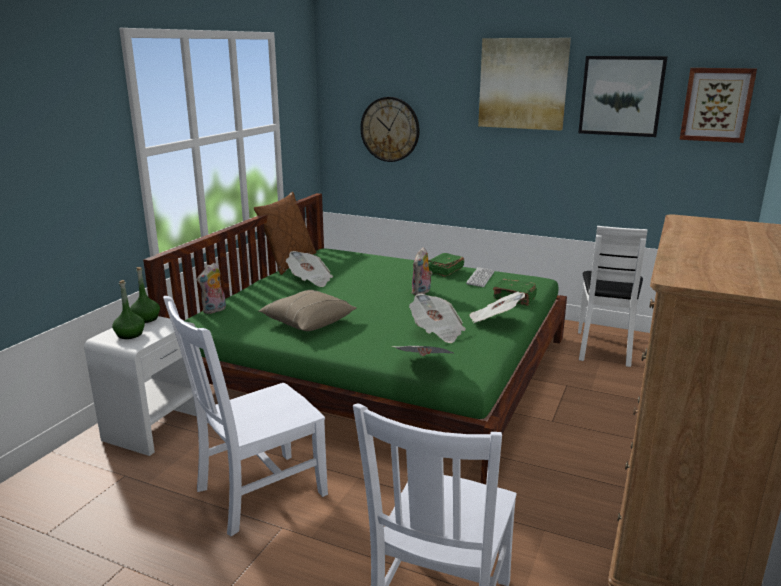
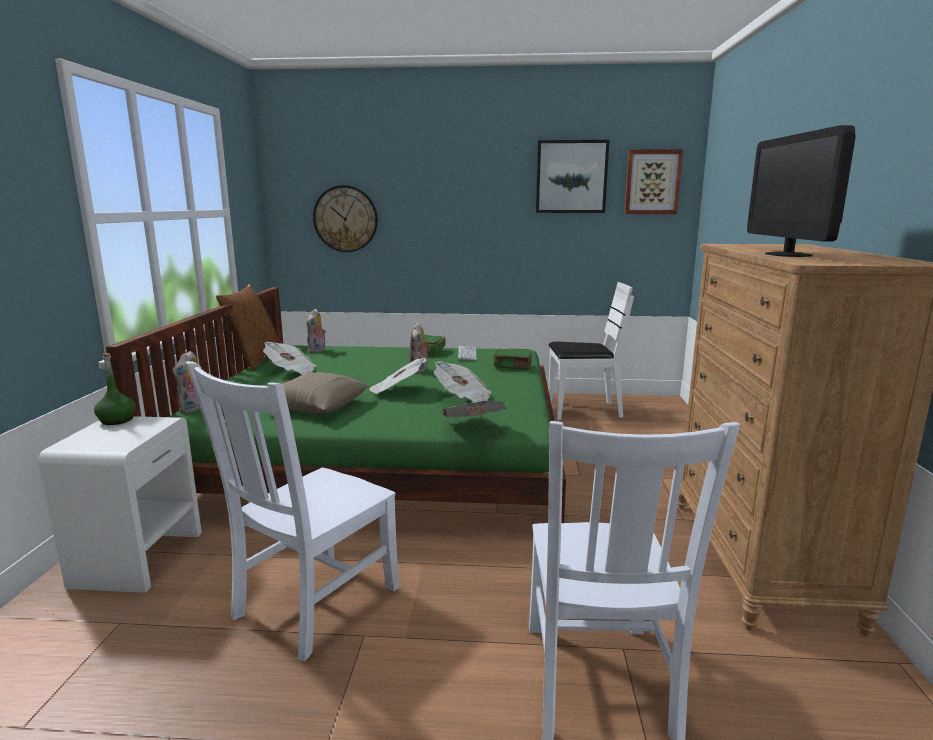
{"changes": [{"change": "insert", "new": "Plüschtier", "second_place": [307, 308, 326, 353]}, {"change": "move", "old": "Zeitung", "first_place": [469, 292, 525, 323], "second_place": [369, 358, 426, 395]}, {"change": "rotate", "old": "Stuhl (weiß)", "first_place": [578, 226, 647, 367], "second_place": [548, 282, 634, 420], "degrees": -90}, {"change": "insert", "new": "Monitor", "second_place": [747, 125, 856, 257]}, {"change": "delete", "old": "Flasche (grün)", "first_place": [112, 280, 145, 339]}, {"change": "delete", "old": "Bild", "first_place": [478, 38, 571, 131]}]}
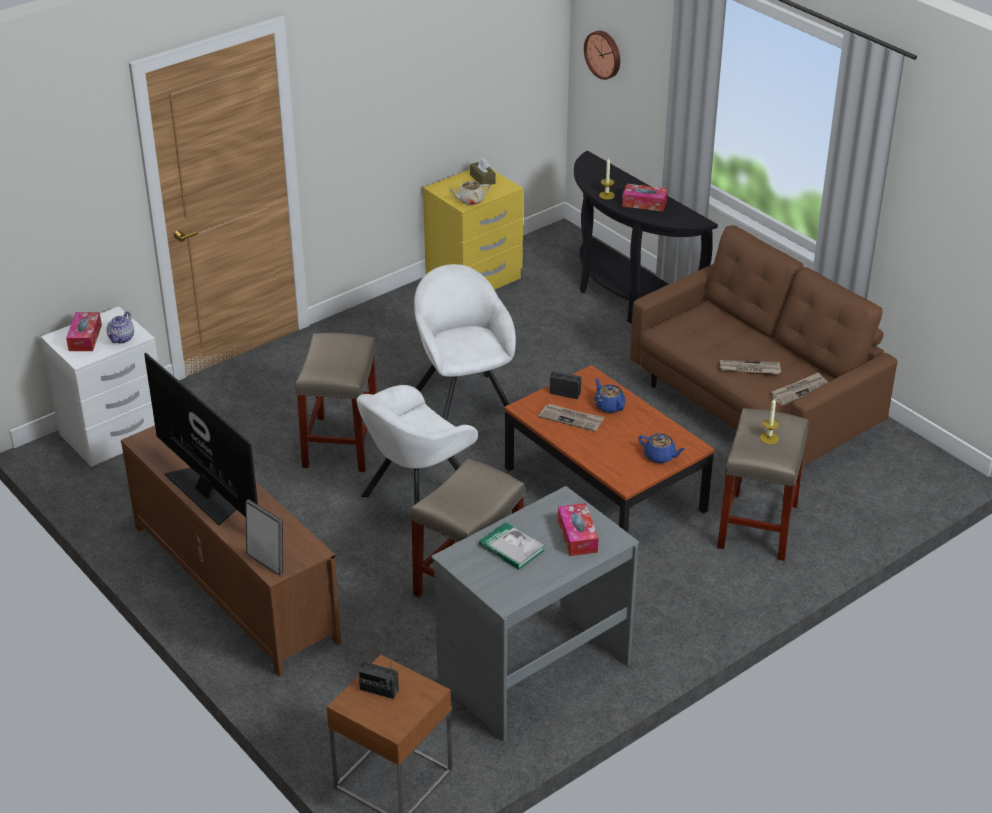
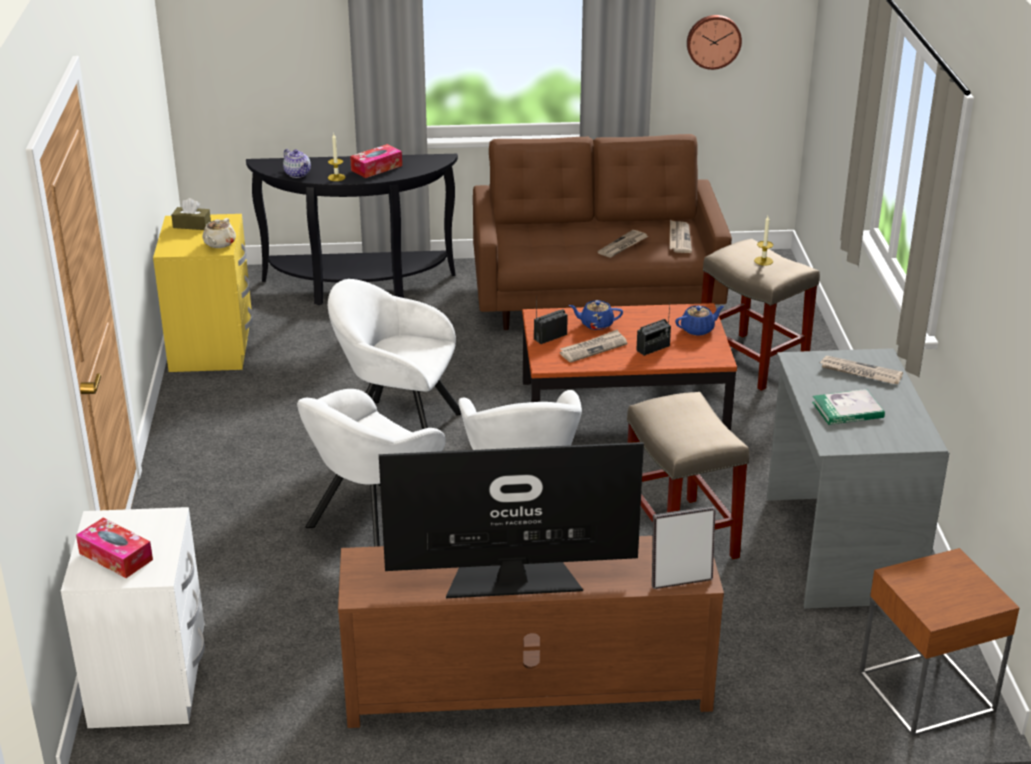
{"changes": [{"change": "move", "old": "Teekanne", "first_place": [107, 311, 134, 343], "second_place": [283, 149, 311, 178]}, {"change": "replace", "old": "Hocker (beige)", "new": "Sessel (weiß)", "first_place": [295, 333, 377, 472], "second_place": [297, 389, 446, 547]}, {"change": "move", "old": "Radio", "first_place": [358, 657, 399, 699], "second_place": [636, 302, 671, 356]}, {"change": "move", "old": "Wanduhr", "first_place": [584, 31, 620, 80], "second_place": [687, 15, 742, 70]}, {"change": "replace", "old": "Taschentuchbox", "new": "Zeitung", "first_place": [558, 503, 599, 556], "second_place": [820, 356, 903, 384]}]}
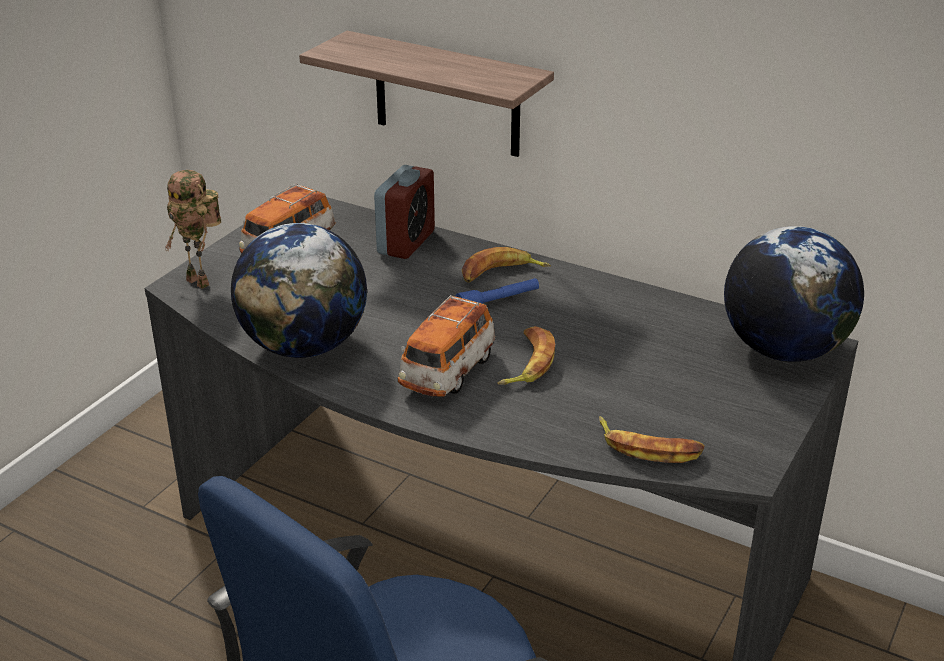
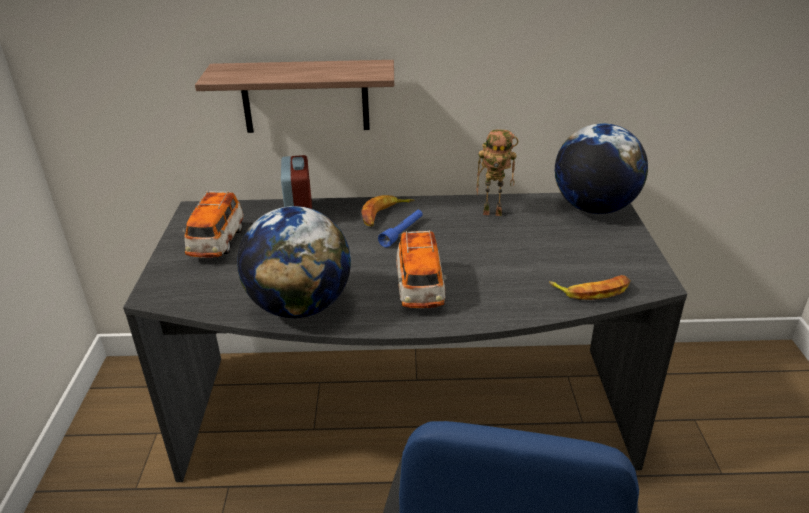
{"changes": [{"change": "move", "old": "Spielzeugroboter", "first_place": [165, 170, 221, 289], "second_place": [476, 129, 518, 216]}, {"change": "delete", "old": "Banane", "first_place": [497, 326, 555, 385]}]}
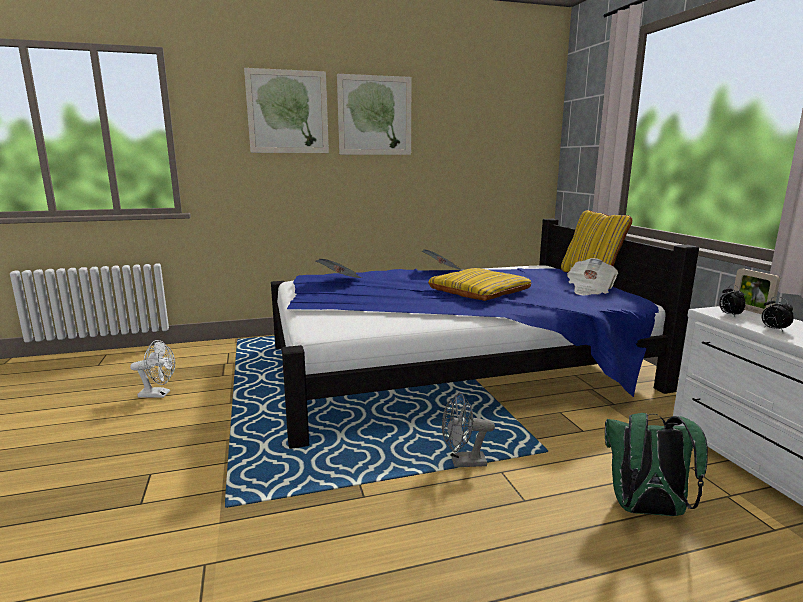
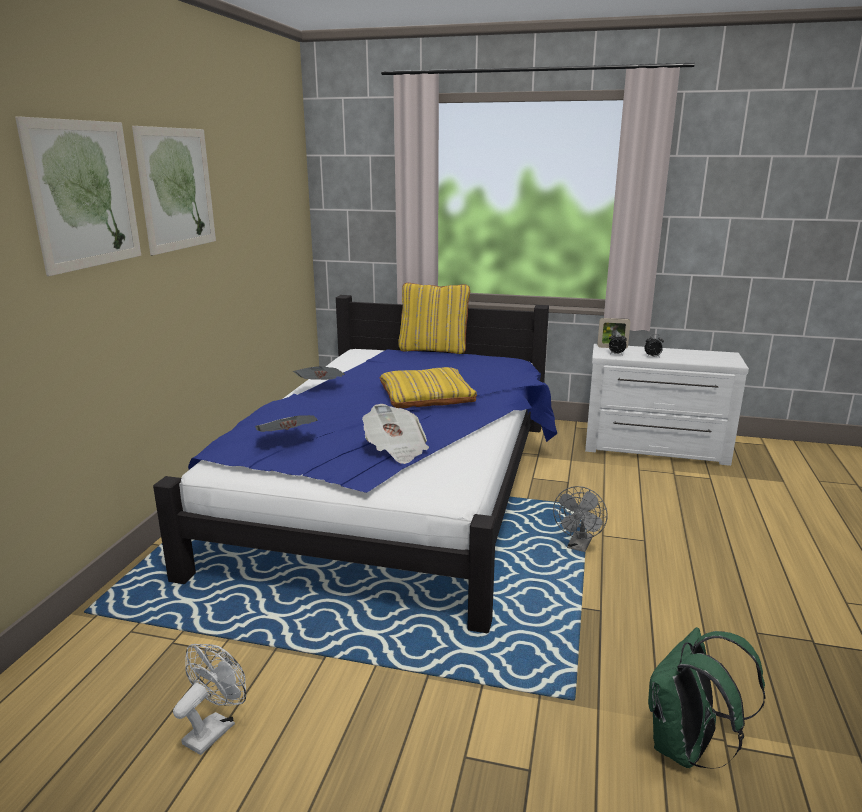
{"changes": [{"change": "move", "old": "Zeitung", "first_place": [567, 258, 618, 295], "second_place": [362, 404, 429, 464]}, {"change": "move", "old": "Rucksack (grün)", "first_place": [605, 413, 708, 516], "second_place": [648, 627, 766, 769]}]}
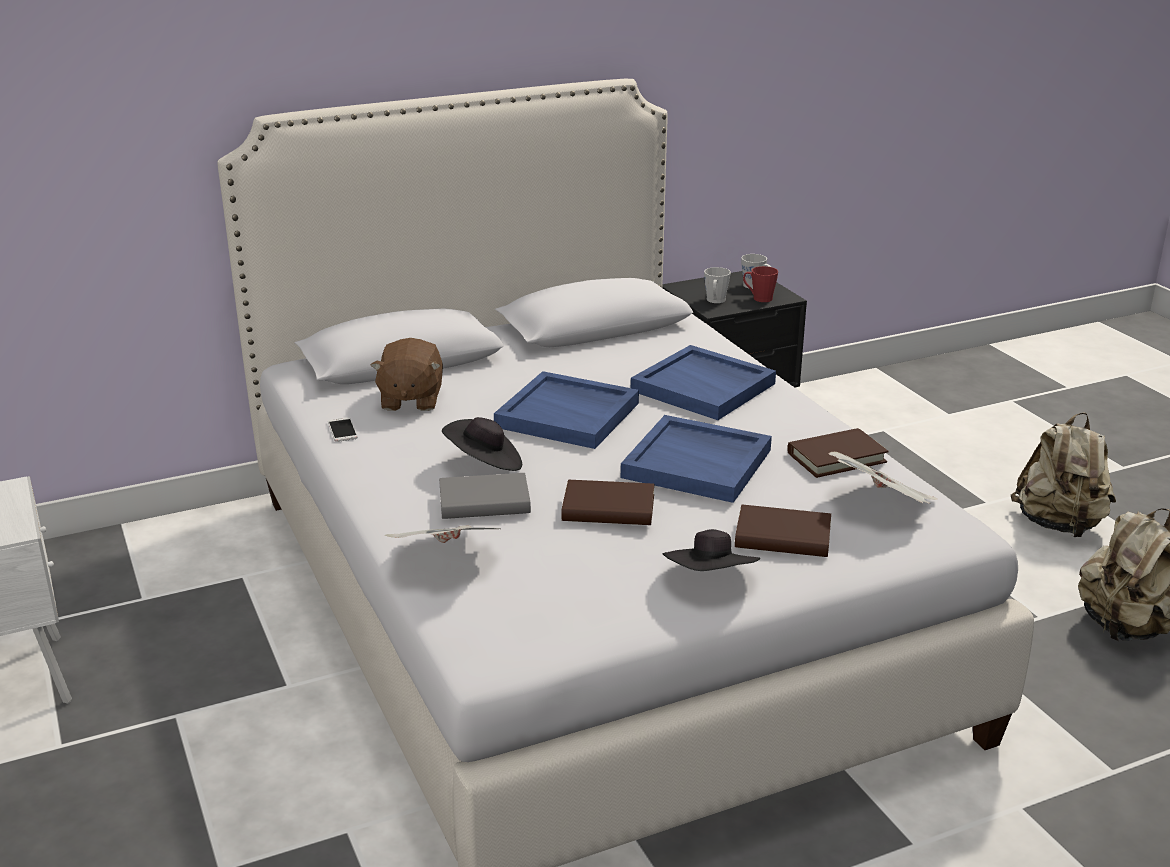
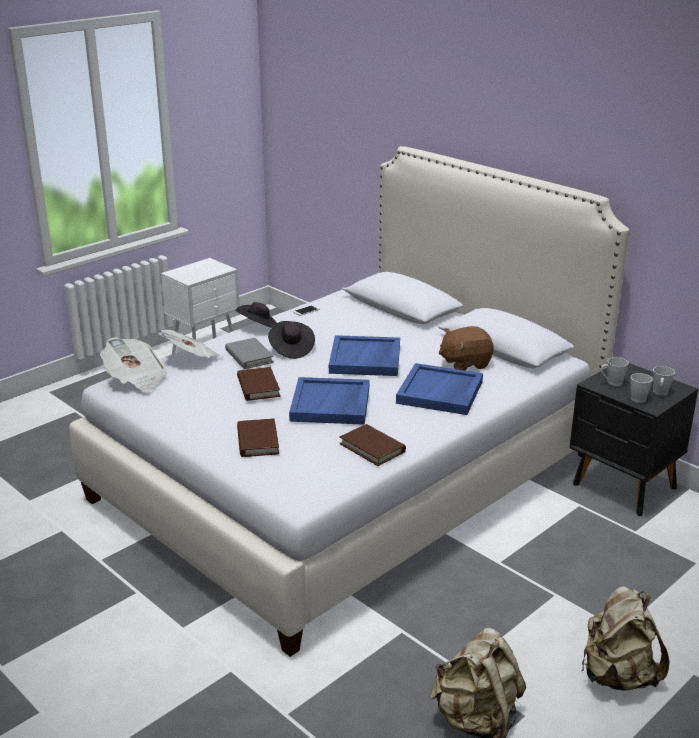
{"changes": [{"change": "move", "old": "Zeitung", "first_place": [829, 452, 937, 504], "second_place": [100, 337, 167, 392]}, {"change": "move", "old": "Hut (schwarz)", "first_place": [663, 529, 760, 571], "second_place": [235, 302, 277, 328]}, {"change": "move", "old": "Plüschtier (braun)", "first_place": [370, 338, 443, 411], "second_place": [439, 326, 494, 371]}, {"change": "recolor", "old": "Henkelbecher (rot)", "new": "Henkelbecher (grau)", "first_place": [743, 266, 778, 302], "second_place": [630, 373, 653, 403]}]}
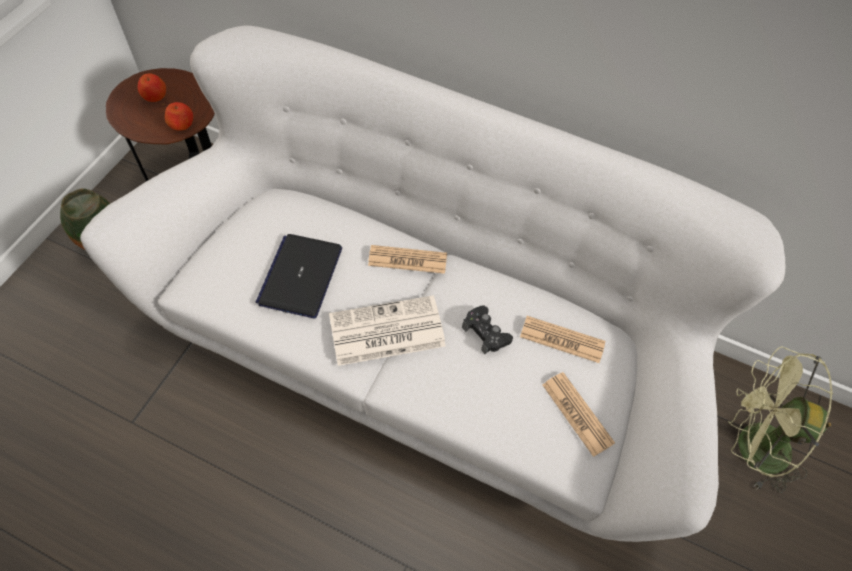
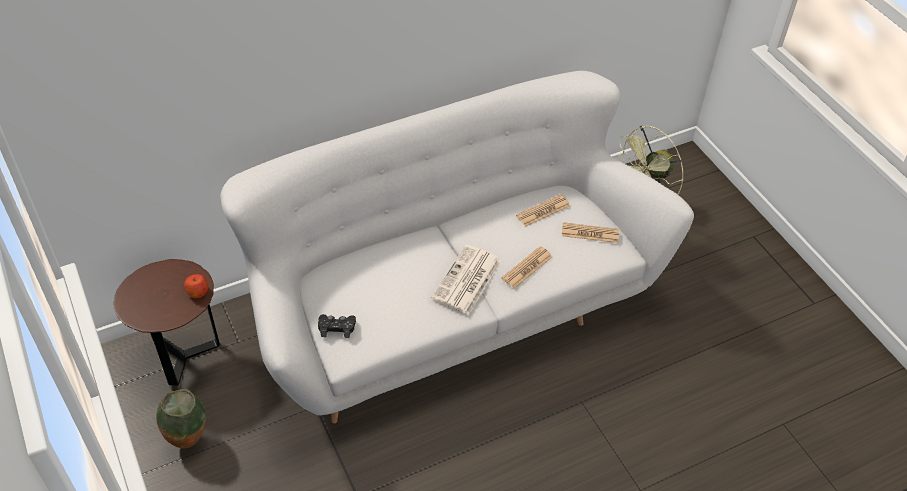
{"changes": [{"change": "move", "old": "Gamepad (schwarz)", "first_place": [462, 306, 513, 354], "second_place": [318, 314, 356, 338]}, {"change": "move", "old": "Zeitung", "first_place": [368, 245, 447, 274], "second_place": [502, 246, 553, 288]}, {"change": "delete", "old": "Apfel", "first_place": [138, 74, 166, 102]}, {"change": "delete", "old": "Laptop", "first_place": [256, 234, 342, 319]}]}
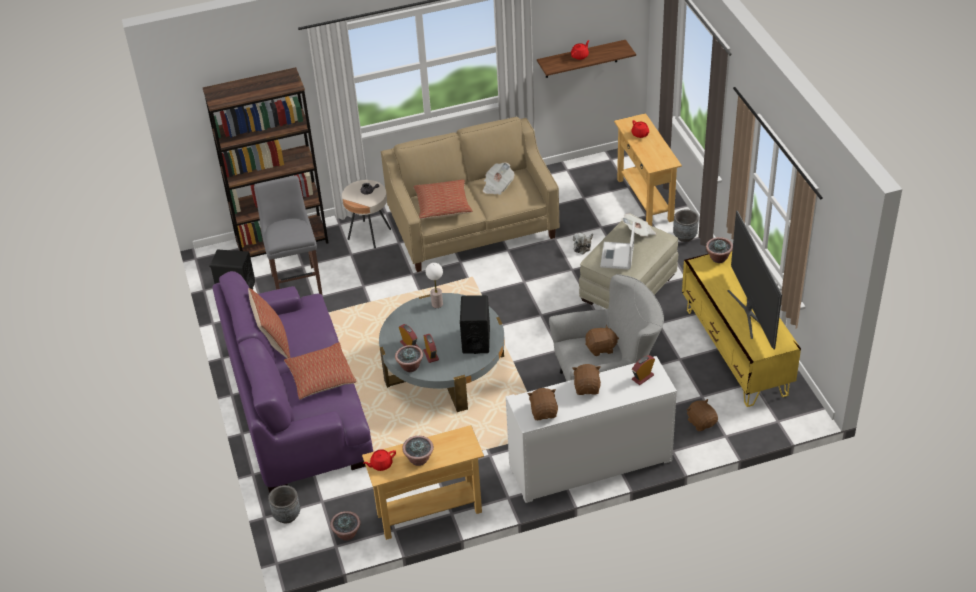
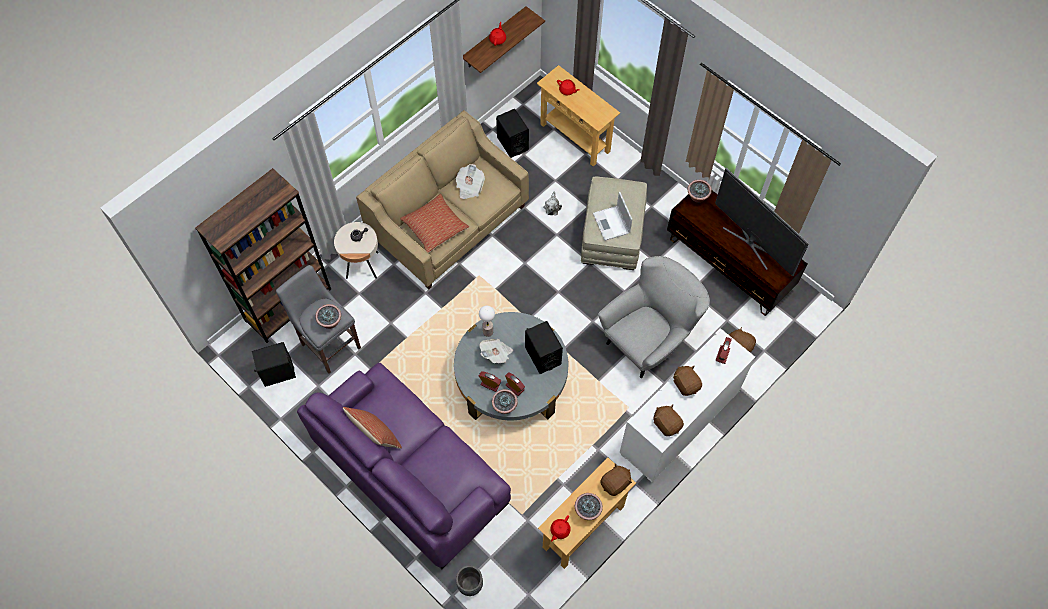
{"changes": [{"change": "move", "old": "Topfpflanze", "first_place": [330, 511, 361, 541], "second_place": [315, 304, 341, 329]}, {"change": "move", "old": "Zeitung", "first_place": [621, 214, 656, 237], "second_place": [479, 339, 513, 363]}, {"change": "insert", "new": "Lautsprecher (schwarz)", "second_place": [496, 109, 529, 158]}, {"change": "move", "old": "Plüschtier (braun)", "first_place": [585, 325, 619, 356], "second_place": [600, 463, 632, 496]}, {"change": "recolor", "old": "Fernsehschrank (gelb)", "new": "Fernsehschrank (braun)", "first_place": [682, 251, 801, 407], "second_place": [667, 191, 807, 316]}, {"change": "delete", "old": "Kissen", "first_place": [284, 342, 357, 400]}, {"change": "delete", "old": "Pflanzkübel (grau)", "first_place": [673, 210, 699, 242]}]}
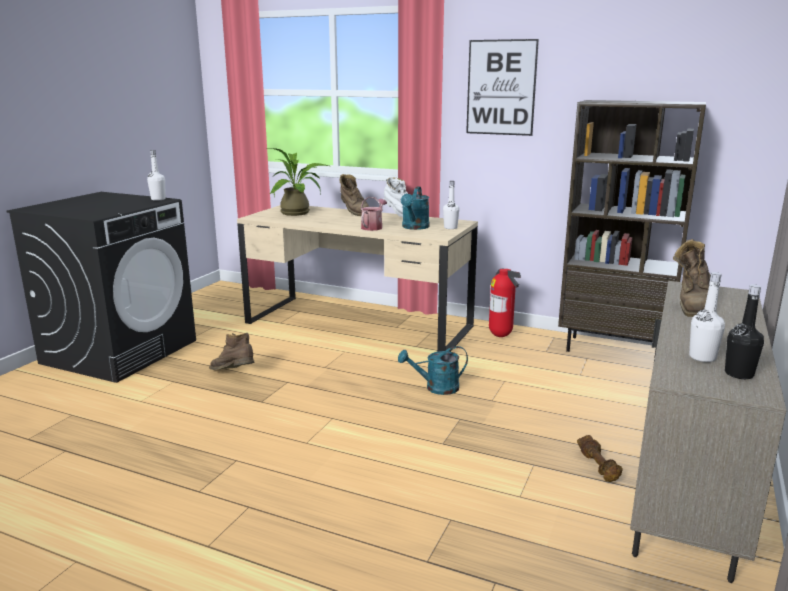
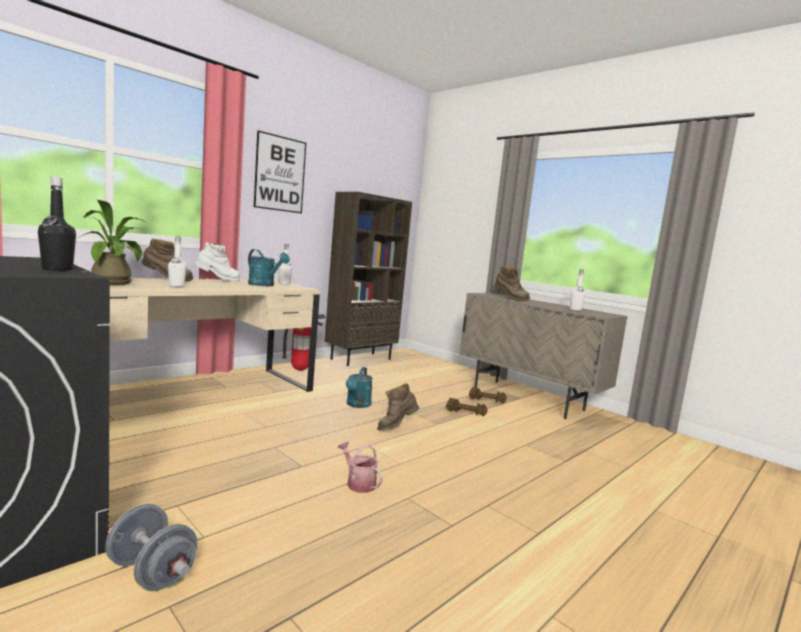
{"changes": [{"change": "move", "old": "Flasche (schwarz)", "first_place": [725, 284, 764, 379], "second_place": [38, 177, 76, 270]}, {"change": "insert", "new": "Hantel (grau)", "second_place": [105, 504, 198, 591]}, {"change": "move", "old": "Flasche (weiß)", "first_place": [147, 150, 166, 201], "second_place": [168, 236, 187, 287]}, {"change": "move", "old": "Gießkanne", "first_place": [361, 197, 387, 231], "second_place": [338, 442, 383, 493]}, {"change": "move", "old": "Stiefel (braun)", "first_place": [209, 333, 254, 370], "second_place": [377, 383, 419, 430]}, {"change": "insert", "new": "Hantel (braun)", "second_place": [446, 398, 487, 416]}]}
